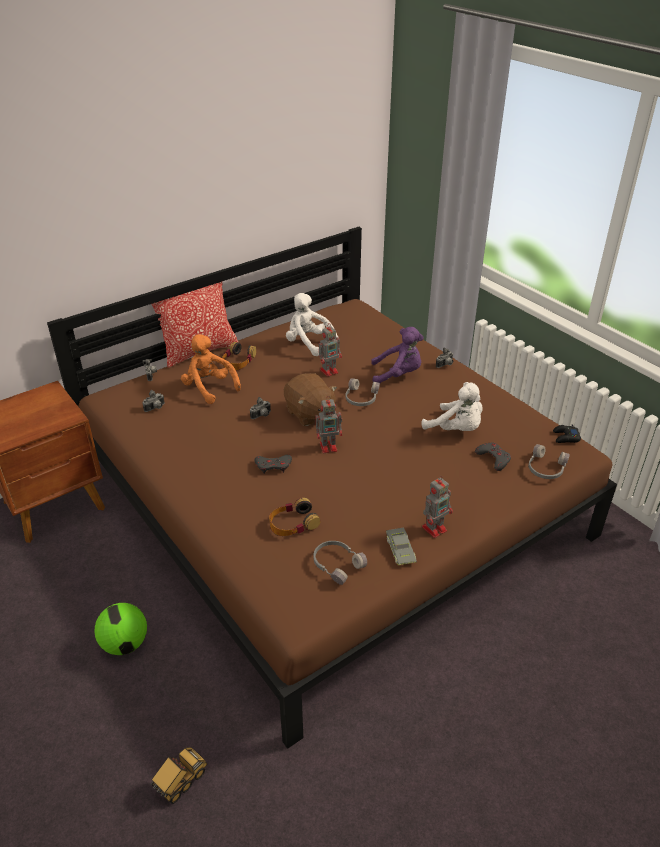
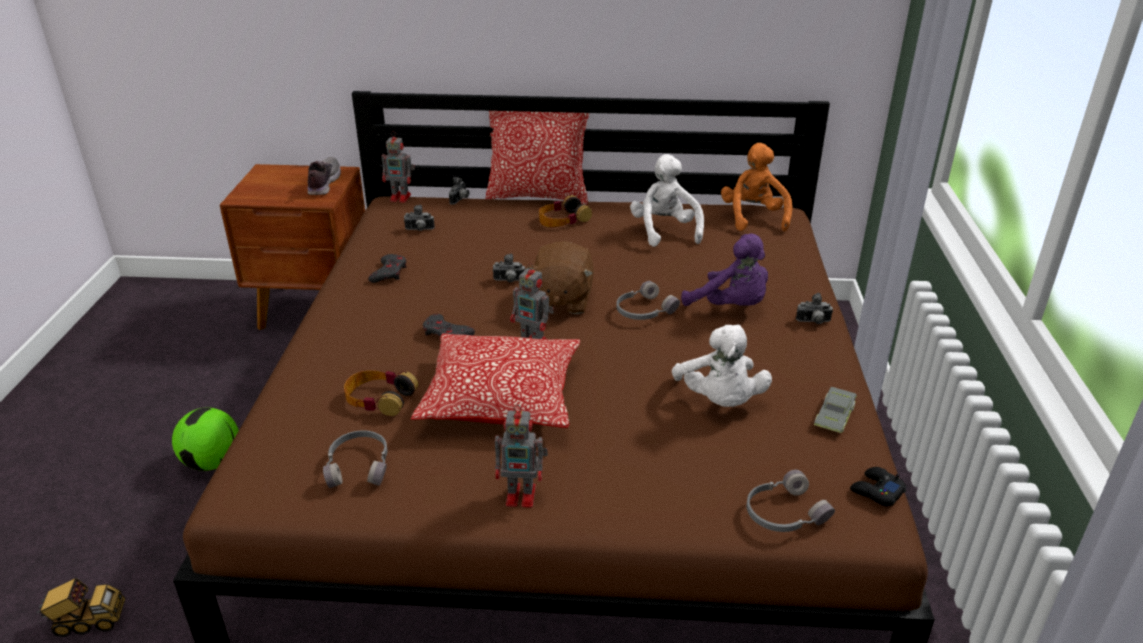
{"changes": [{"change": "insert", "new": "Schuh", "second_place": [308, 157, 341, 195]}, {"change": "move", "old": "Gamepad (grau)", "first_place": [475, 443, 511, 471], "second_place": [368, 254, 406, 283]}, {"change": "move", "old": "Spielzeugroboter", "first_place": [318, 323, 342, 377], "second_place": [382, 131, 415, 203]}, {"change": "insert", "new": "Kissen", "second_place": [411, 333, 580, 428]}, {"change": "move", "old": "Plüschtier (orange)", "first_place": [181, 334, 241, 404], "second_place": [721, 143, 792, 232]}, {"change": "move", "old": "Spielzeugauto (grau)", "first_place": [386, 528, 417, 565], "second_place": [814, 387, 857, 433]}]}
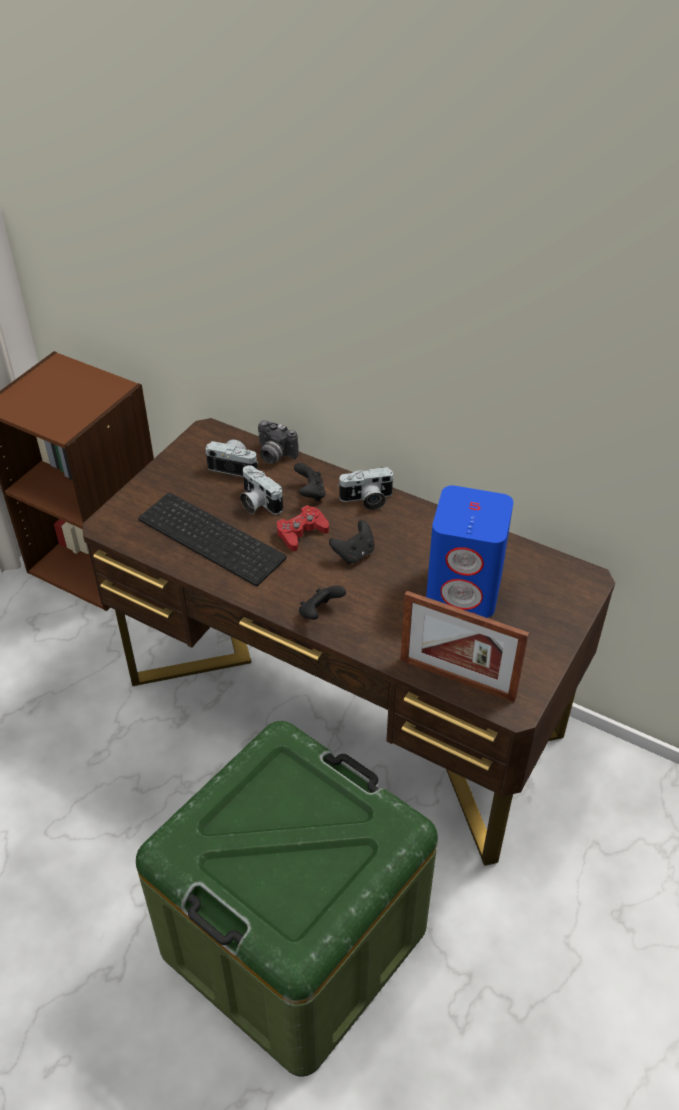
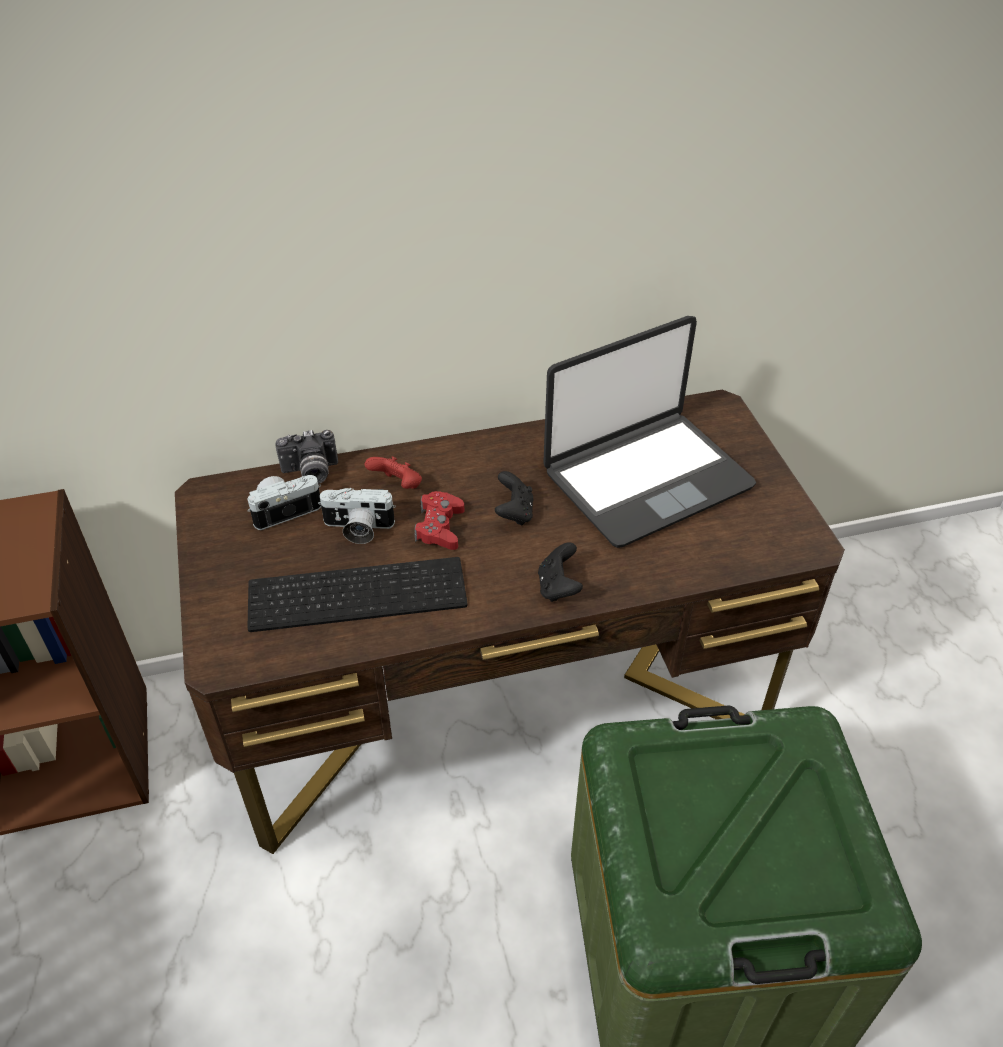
{"changes": [{"change": "recolor", "old": "Gamepad (schwarz)", "new": "Gamepad (rot)", "first_place": [294, 463, 326, 501], "second_place": [365, 456, 422, 489]}, {"change": "replace", "old": "Lautsprecher (blau)", "new": "Laptop", "first_place": [426, 485, 513, 618], "second_place": [543, 316, 756, 548]}, {"change": "delete", "old": "Kamera", "first_place": [337, 467, 395, 510]}, {"change": "delete", "old": "Bilderrahmen", "first_place": [400, 591, 529, 702]}]}
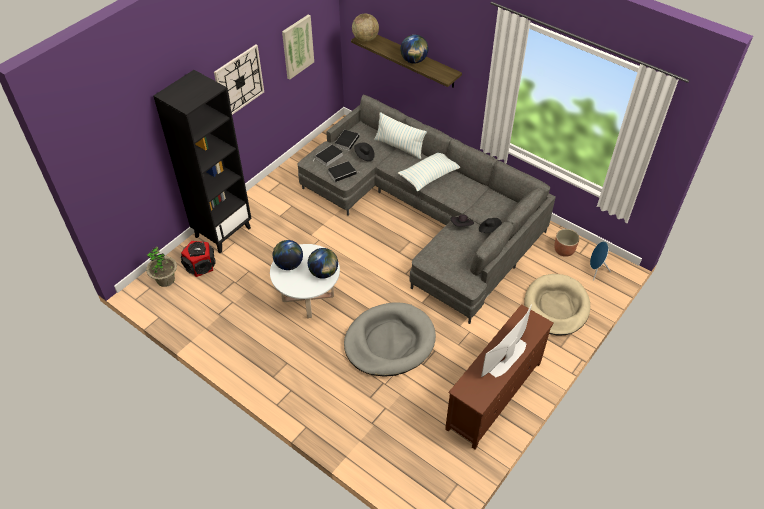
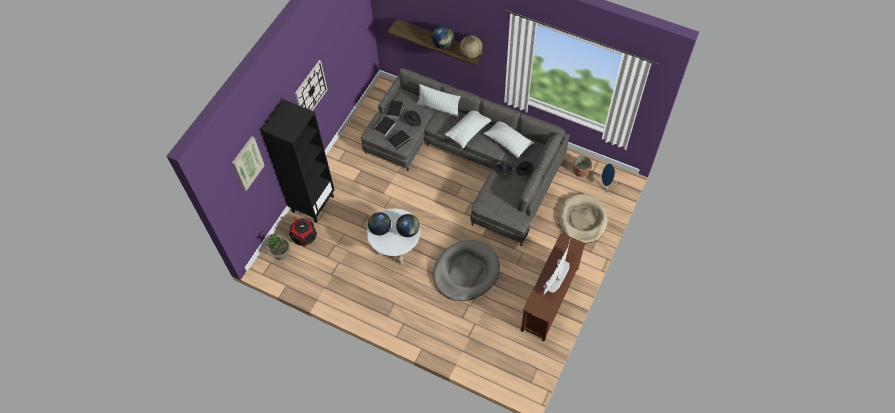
{"changes": [{"change": "move", "old": "Bild", "first_place": [282, 15, 314, 80], "second_place": [232, 136, 265, 191]}, {"change": "move", "old": "Globus", "first_place": [352, 13, 379, 42], "second_place": [460, 35, 482, 58]}, {"change": "insert", "new": "Kissen", "second_place": [483, 122, 534, 158]}]}
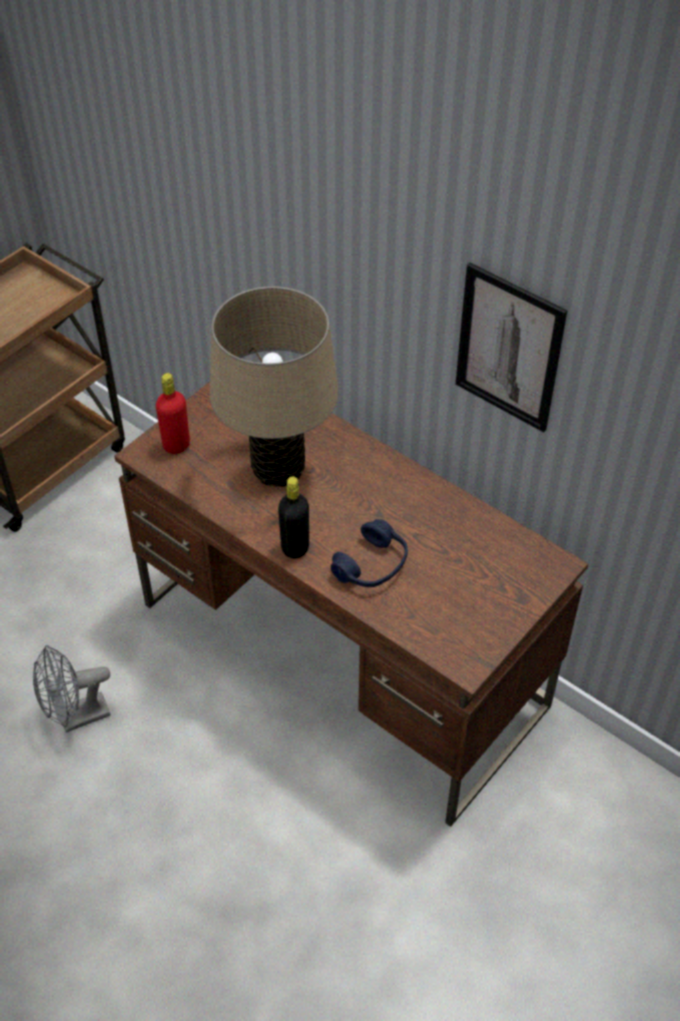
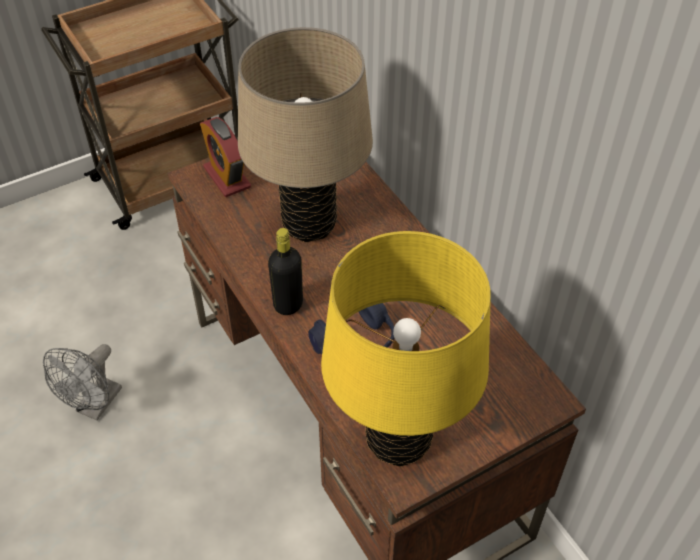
{"changes": [{"change": "rotate", "old": "Ventilator (grau)", "first_place": [33, 645, 110, 732], "second_place": [43, 344, 122, 420], "degrees": -60}, {"change": "replace", "old": "Flasche (rot)", "new": "Wecker", "first_place": [156, 373, 190, 454], "second_place": [200, 117, 251, 197]}, {"change": "insert", "new": "Tischlampe (gelb)", "second_place": [321, 231, 491, 466]}, {"change": "delete", "old": "Bild", "first_place": [456, 263, 567, 432]}]}
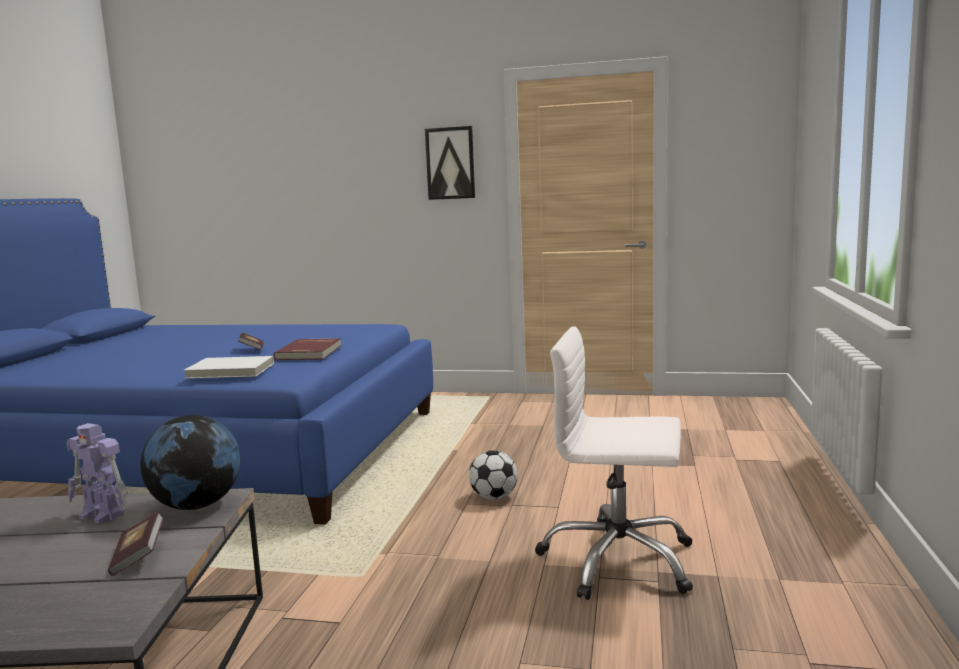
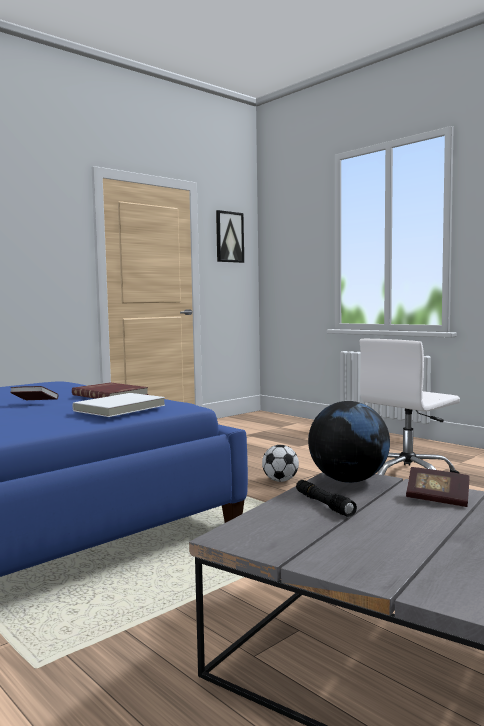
{"changes": [{"change": "move", "old": "Bild", "first_place": [425, 126, 475, 200], "second_place": [216, 210, 244, 263]}, {"change": "replace", "old": "Spielzeugroboter", "new": "Taschenlampe (schwarz)", "first_place": [67, 423, 128, 523], "second_place": [296, 480, 357, 517]}]}
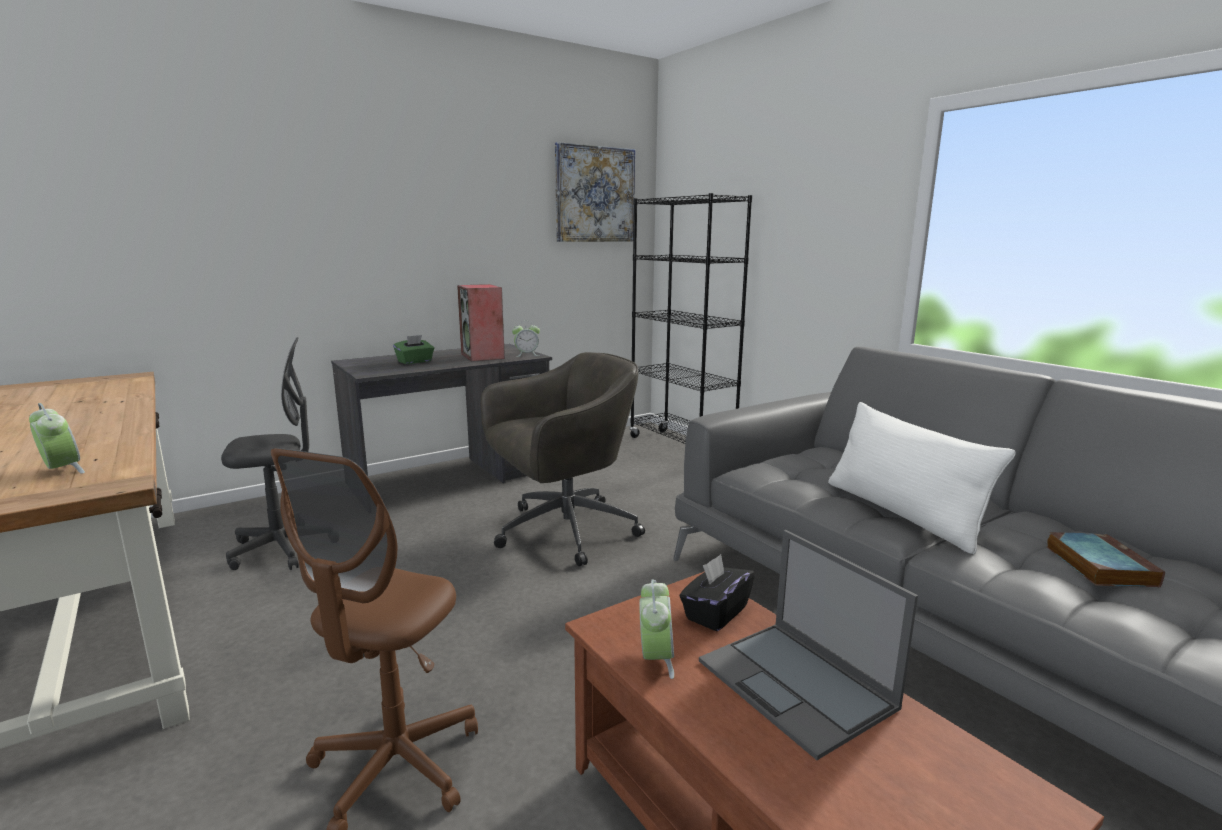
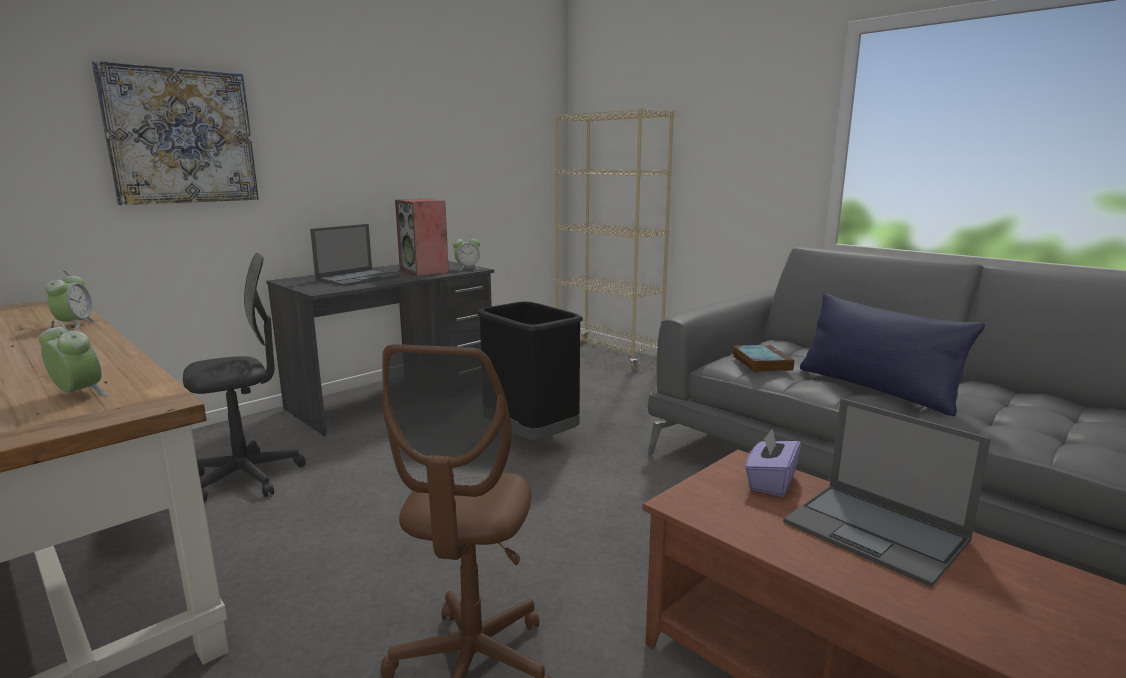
{"changes": [{"change": "move", "old": "Wecker", "first_place": [639, 580, 674, 679], "second_place": [45, 271, 96, 329]}, {"change": "move", "old": "Bild", "first_place": [555, 142, 635, 242], "second_place": [92, 60, 259, 205]}, {"change": "replace", "old": "Taschentuchbox (grün)", "new": "Laptop", "first_place": [393, 335, 434, 364], "second_place": [310, 224, 400, 286]}, {"change": "replace", "old": "Bürostuhl (grau)", "new": "Mülleimer (schwarz)", "first_place": [481, 352, 645, 566], "second_place": [477, 301, 583, 440]}, {"change": "recolor", "old": "Bücherregal (schwarz)", "new": "Bücherregal (beige)", "first_place": [629, 193, 752, 444], "second_place": [555, 108, 674, 371]}, {"change": "move", "old": "Buch", "first_place": [1047, 532, 1165, 587], "second_place": [733, 344, 794, 372]}, {"change": "recolor", "old": "Taschentuchbox (schwarz)", "new": "Taschentuchbox (lila)", "first_place": [680, 554, 755, 631], "second_place": [745, 428, 801, 497]}, {"change": "recolor", "old": "Kissen (weiß)", "new": "Kissen (blau)", "first_place": [828, 402, 1016, 555], "second_place": [800, 293, 985, 416]}]}
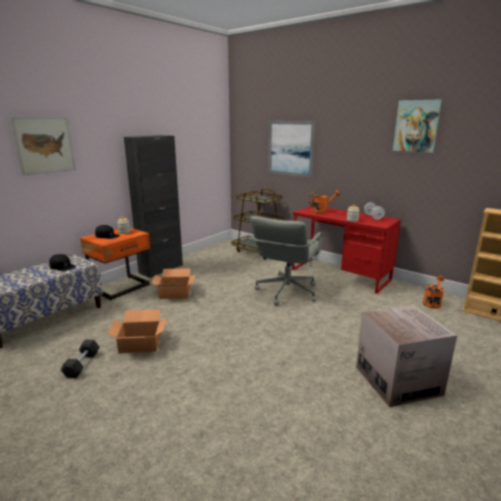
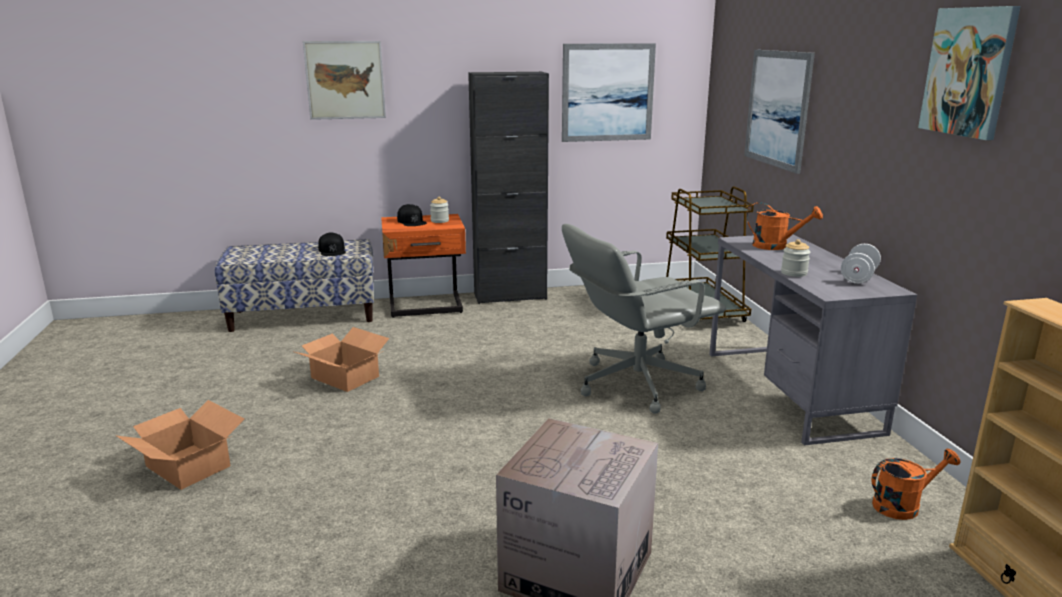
{"changes": [{"change": "move", "old": "Karton", "first_place": [151, 268, 195, 299], "second_place": [117, 400, 244, 490]}, {"change": "insert", "new": "Bild", "second_place": [562, 43, 656, 142]}, {"change": "recolor", "old": "Schreibtisch (rot)", "new": "Schreibtisch (grau)", "first_place": [292, 206, 401, 294], "second_place": [709, 234, 917, 445]}, {"change": "delete", "old": "Hantel (grau)", "first_place": [61, 339, 100, 378]}]}
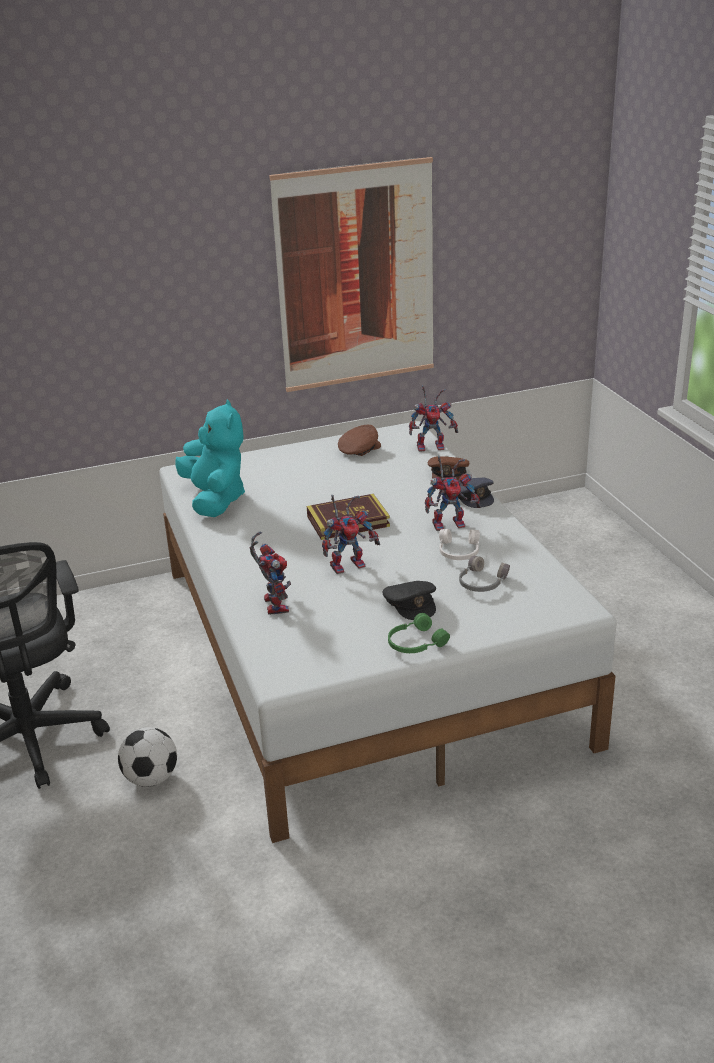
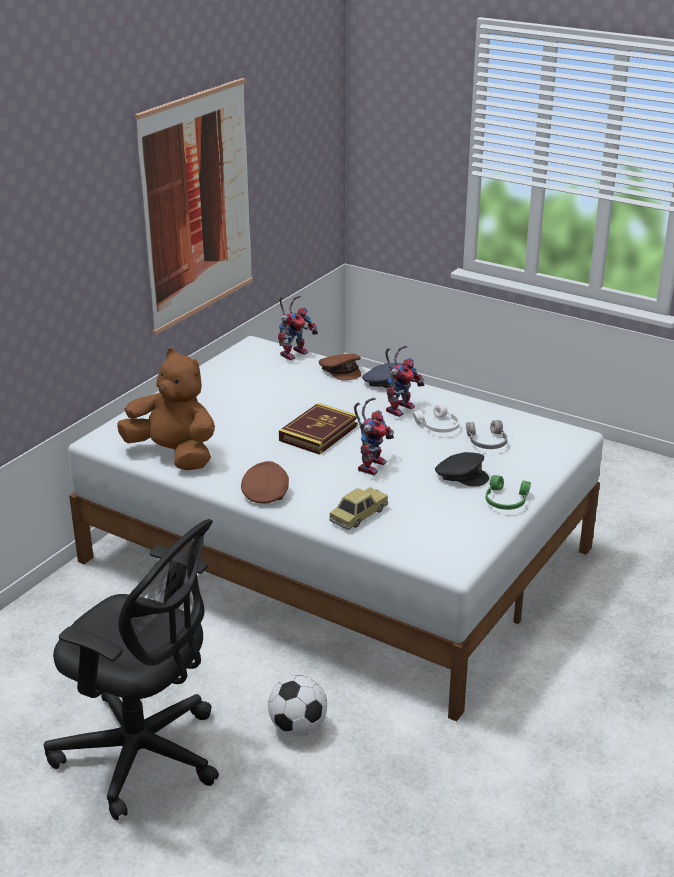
{"changes": [{"change": "recolor", "old": "Plüschtier (türkis)", "new": "Plüschtier (braun)", "first_place": [175, 400, 245, 517], "second_place": [117, 348, 215, 471]}, {"change": "move", "old": "Kappe (braun)", "first_place": [338, 425, 381, 456], "second_place": [241, 461, 289, 503]}, {"change": "replace", "old": "Spielzeugroboter", "new": "Spielzeugauto", "first_place": [250, 531, 291, 615], "second_place": [329, 487, 388, 530]}]}
